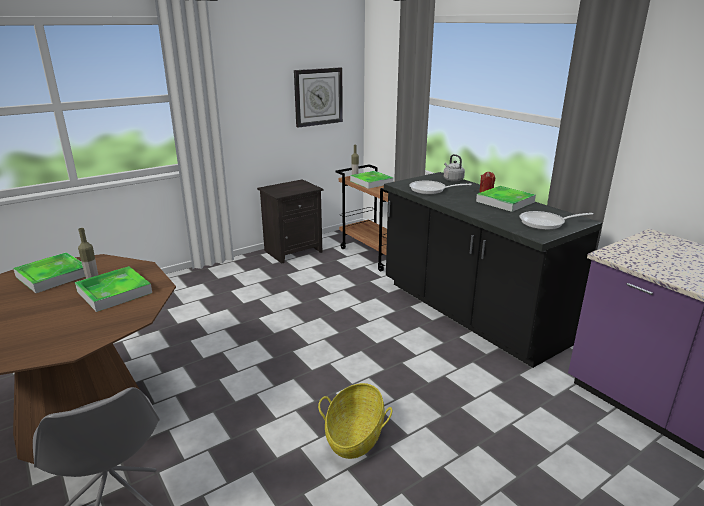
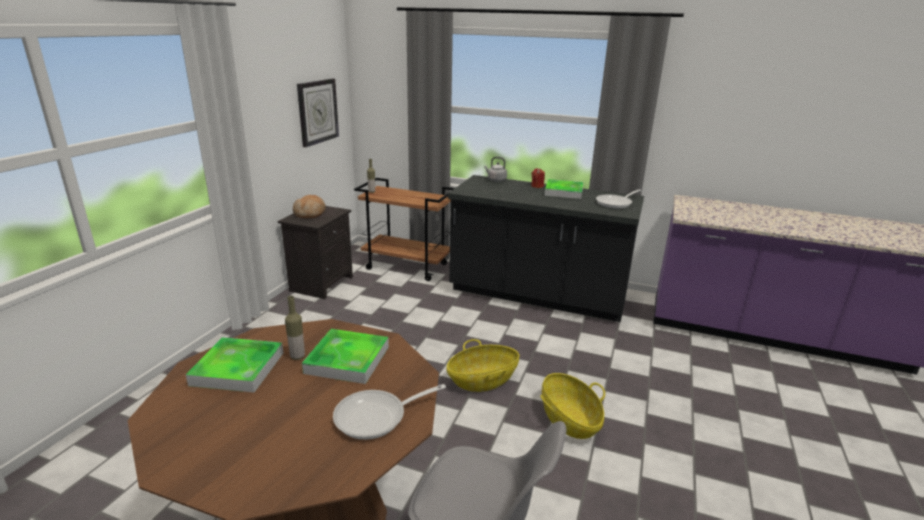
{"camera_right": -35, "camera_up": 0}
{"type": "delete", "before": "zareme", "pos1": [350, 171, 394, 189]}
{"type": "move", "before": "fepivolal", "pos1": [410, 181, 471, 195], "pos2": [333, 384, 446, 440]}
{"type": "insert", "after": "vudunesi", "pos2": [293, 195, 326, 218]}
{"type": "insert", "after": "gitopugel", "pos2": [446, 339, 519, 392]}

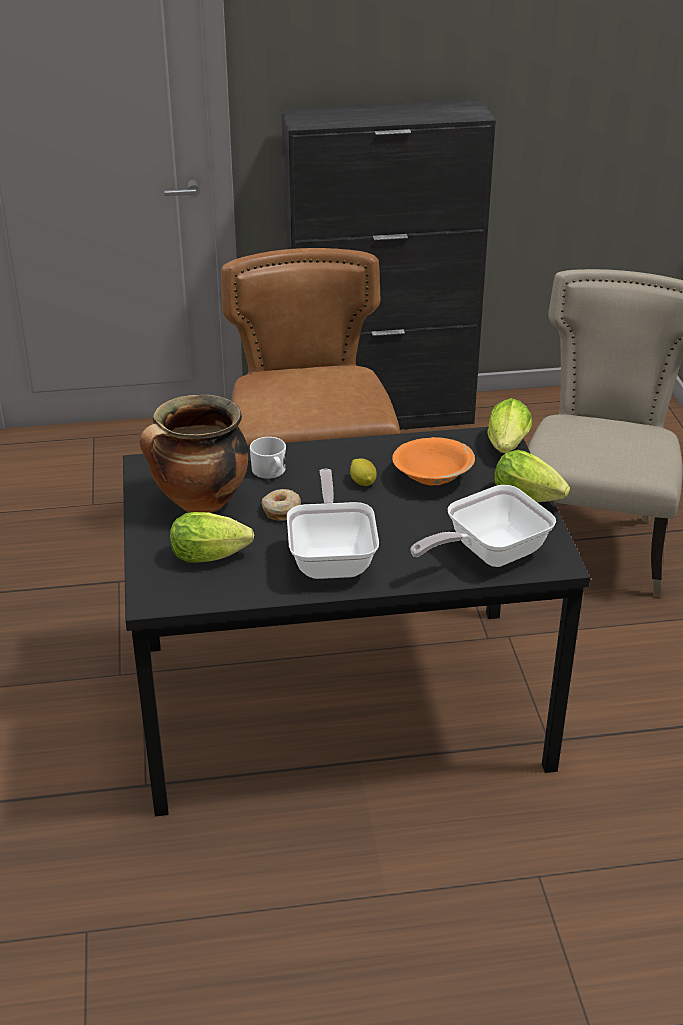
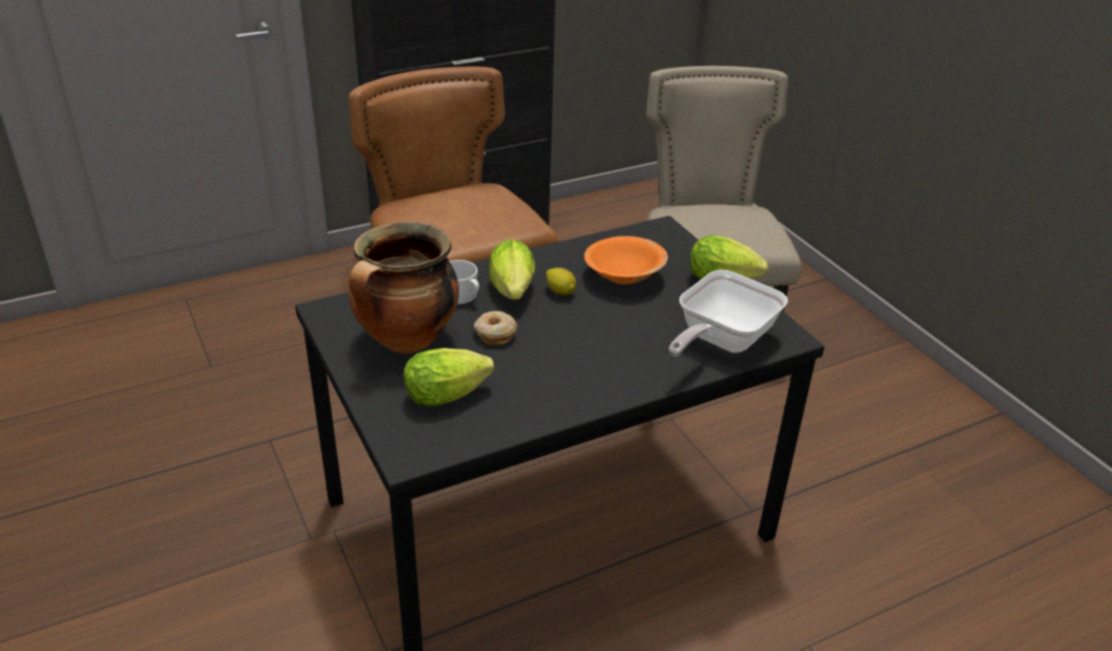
{"camera_right": -20, "camera_up": 0}
{"type": "delete", "before": "fepivolal", "pos1": [287, 469, 379, 579]}
{"type": "move", "before": "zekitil", "pos1": [487, 398, 532, 453], "pos2": [489, 239, 535, 300]}

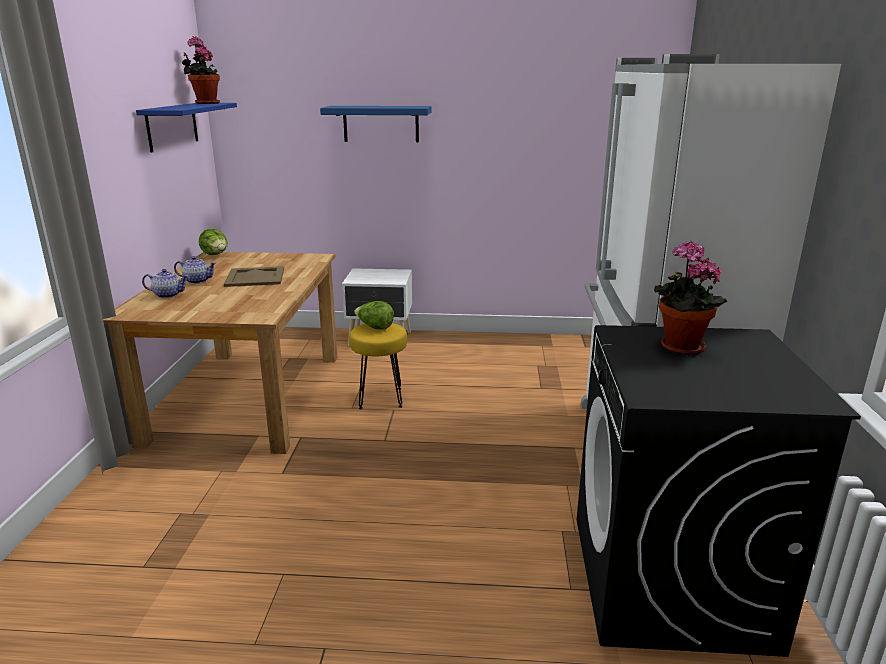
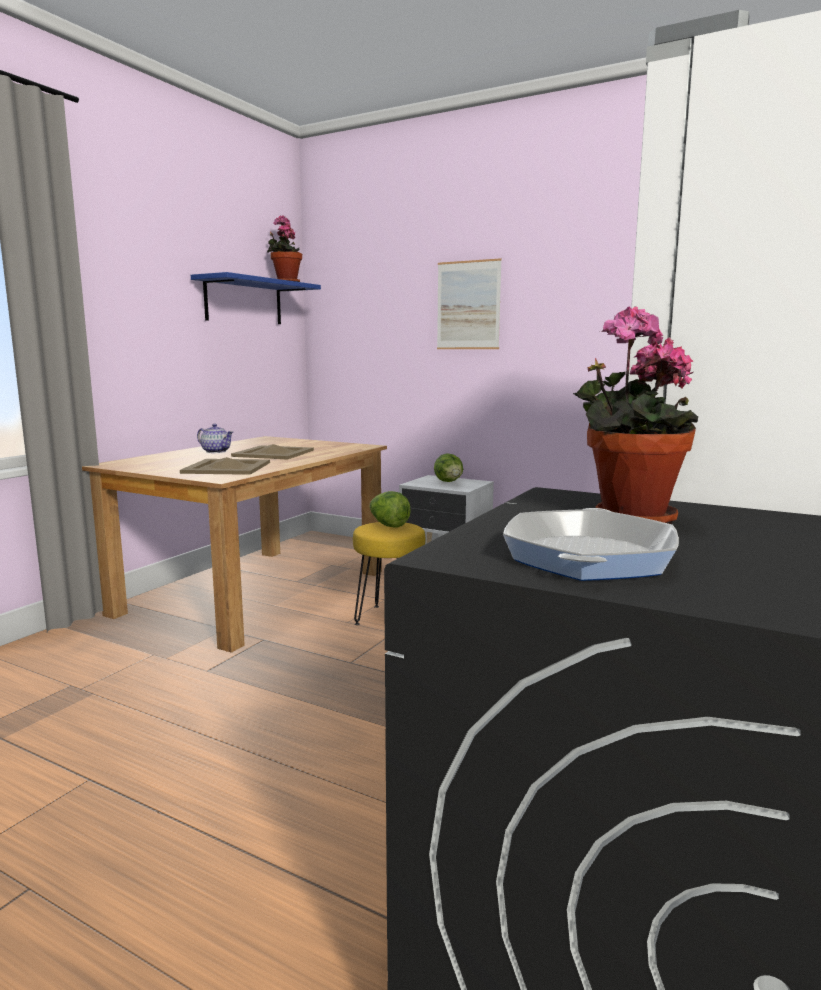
{"camera_right": 25, "camera_up": -10}
{"type": "delete", "before": "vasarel", "pos1": [142, 269, 188, 298]}
{"type": "move", "before": "zekitil", "pos1": [199, 229, 228, 255], "pos2": [434, 453, 463, 482]}
{"type": "replace", "before": "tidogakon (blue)", "after": "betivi", "pos1": [320, 106, 431, 142], "pos2": [437, 258, 502, 349]}
{"type": "insert", "after": "zareme (beige)", "pos2": [180, 457, 270, 475]}
{"type": "insert", "after": "fepivolal", "pos2": [503, 508, 679, 581]}

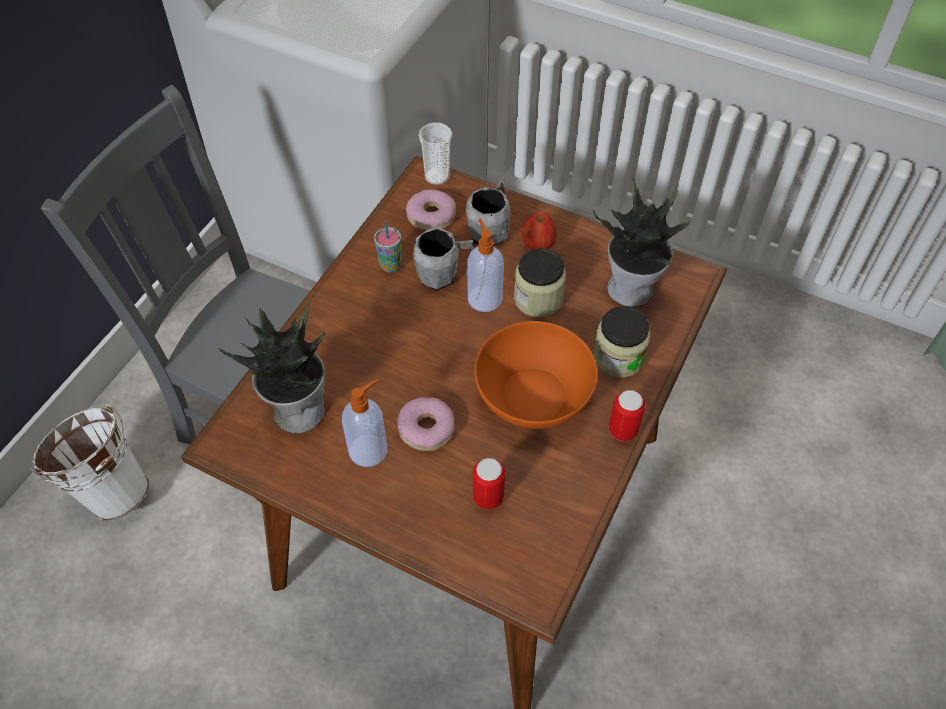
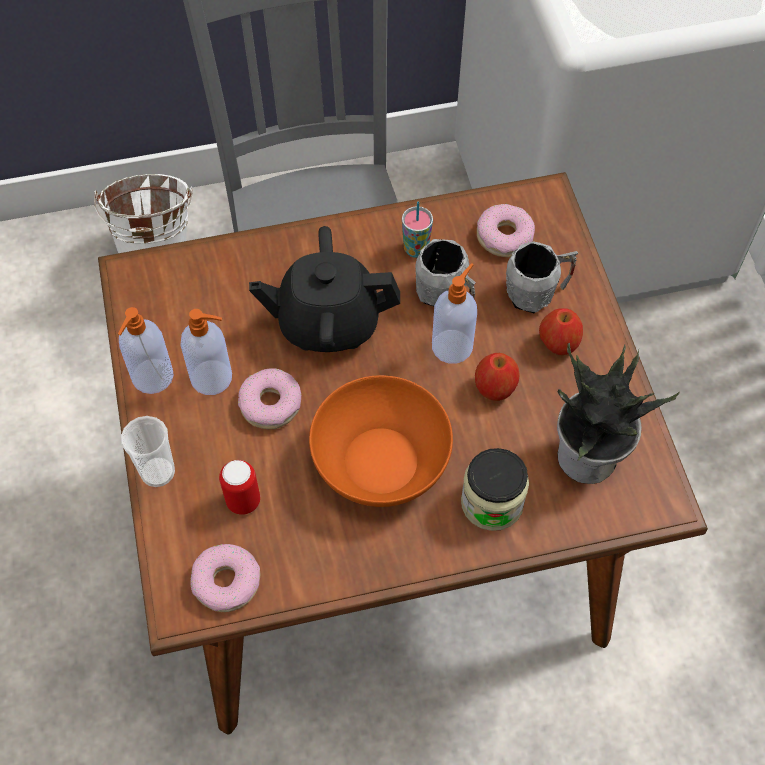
{"camera_right": 50, "camera_up": 5}
{"type": "delete", "before": "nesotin", "pos1": [218, 298, 325, 434]}
{"type": "move", "before": "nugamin", "pos1": [419, 122, 452, 185], "pos2": [121, 416, 175, 487]}
{"type": "replace", "before": "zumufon", "after": "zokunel", "pos1": [514, 248, 566, 317], "pos2": [475, 353, 520, 401]}
{"type": "delete", "before": "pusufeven", "pos1": [609, 390, 645, 441]}
{"type": "insert", "after": "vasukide", "pos2": [118, 307, 174, 394]}
{"type": "insert", "after": "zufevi", "pos2": [190, 544, 260, 612]}
{"type": "insert", "after": "vasarel (black)", "pos2": [249, 226, 400, 352]}

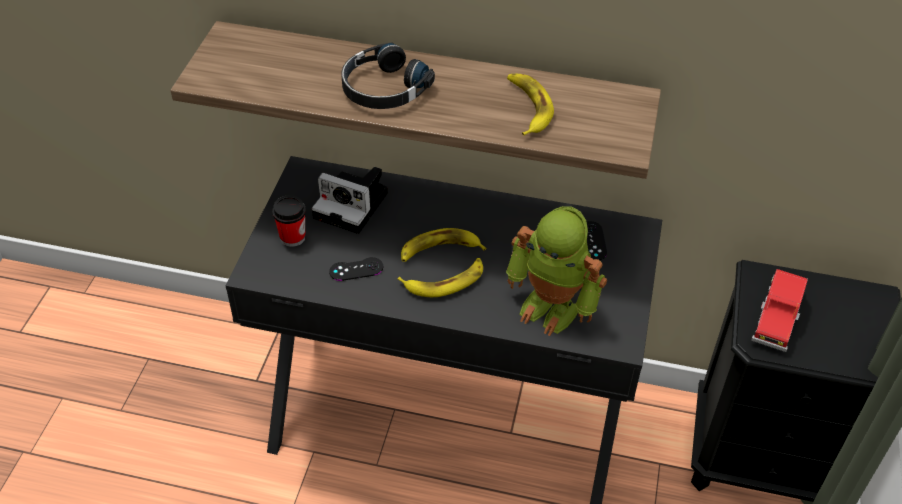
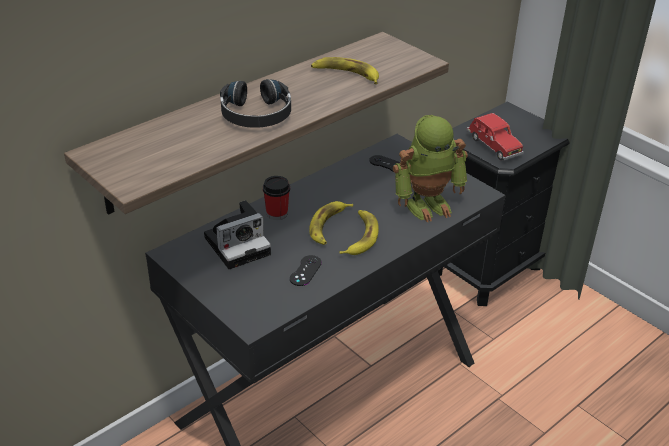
{"camera_right": -55, "camera_up": -10}
{"type": "move", "before": "nugamin", "pos1": [272, 195, 306, 247], "pos2": [263, 176, 290, 220]}

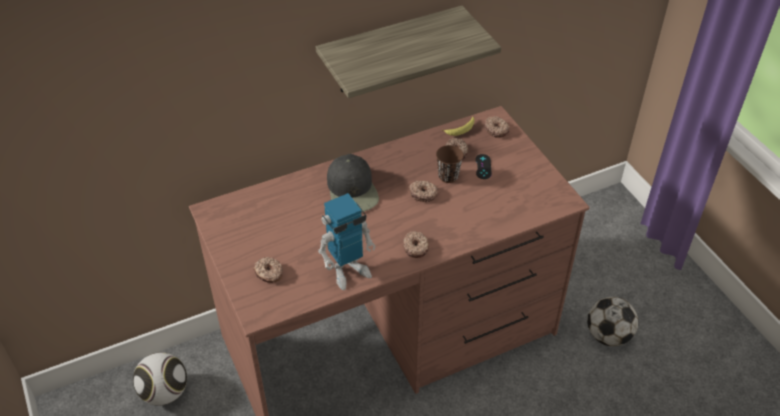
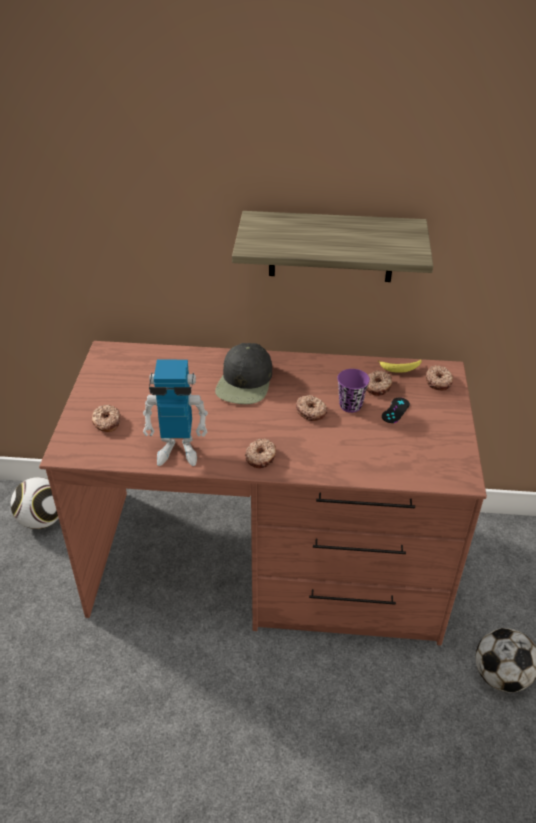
{"camera_right": 30, "camera_up": -5}
{"type": "recolor", "before": "nugamin (brown)", "after": "nugamin (purple)", "pos1": [436, 145, 464, 183], "pos2": [337, 369, 370, 413]}

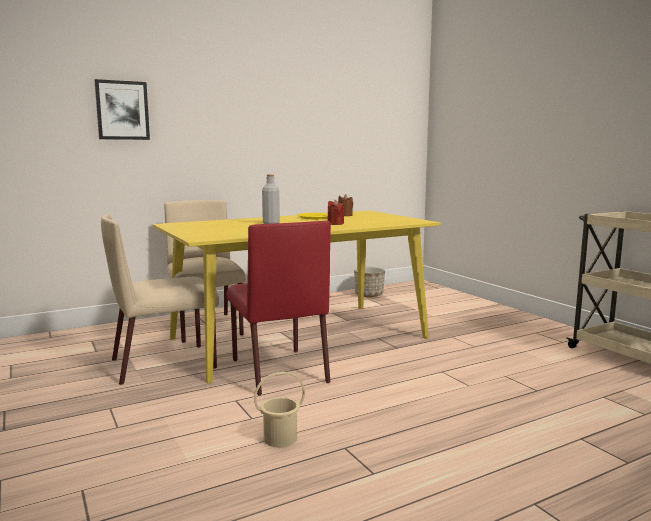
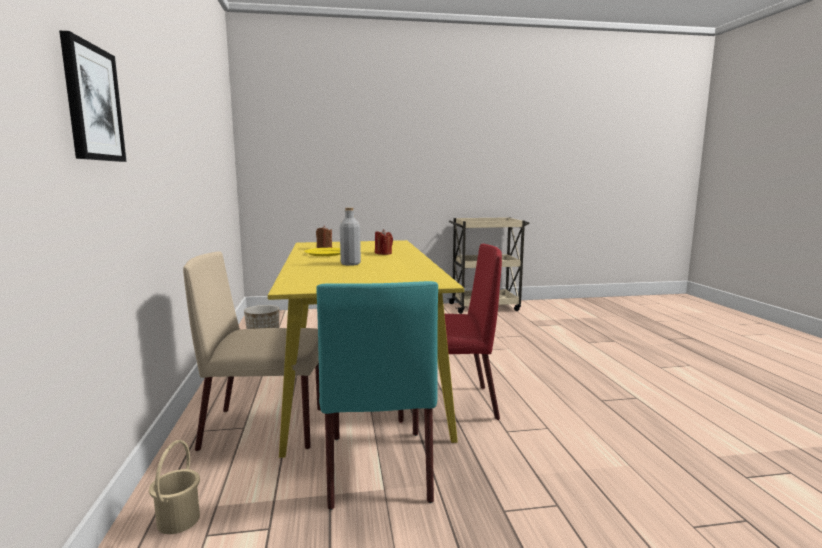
{"camera_right": -70, "camera_up": 0}
{"type": "recolor", "before": "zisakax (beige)", "after": "zisakax (turquoise)", "pos1": [101, 214, 219, 385], "pos2": [316, 281, 438, 510]}
{"type": "move", "before": "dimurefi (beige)", "pos1": [254, 372, 305, 447], "pos2": [149, 440, 200, 534]}

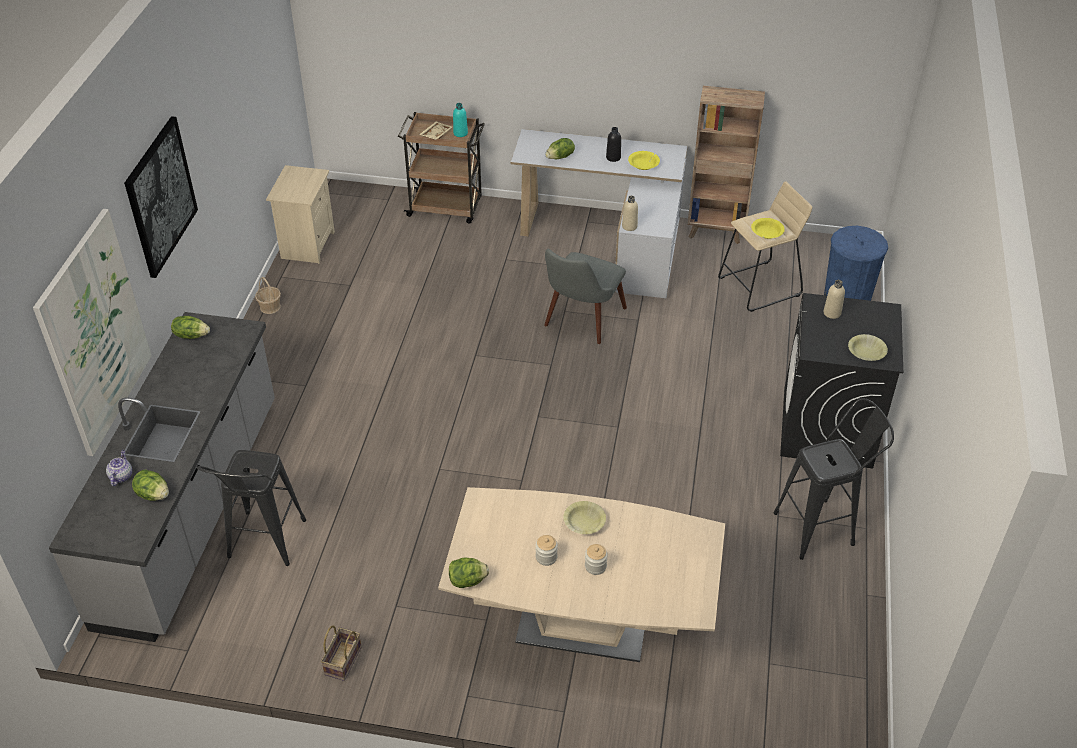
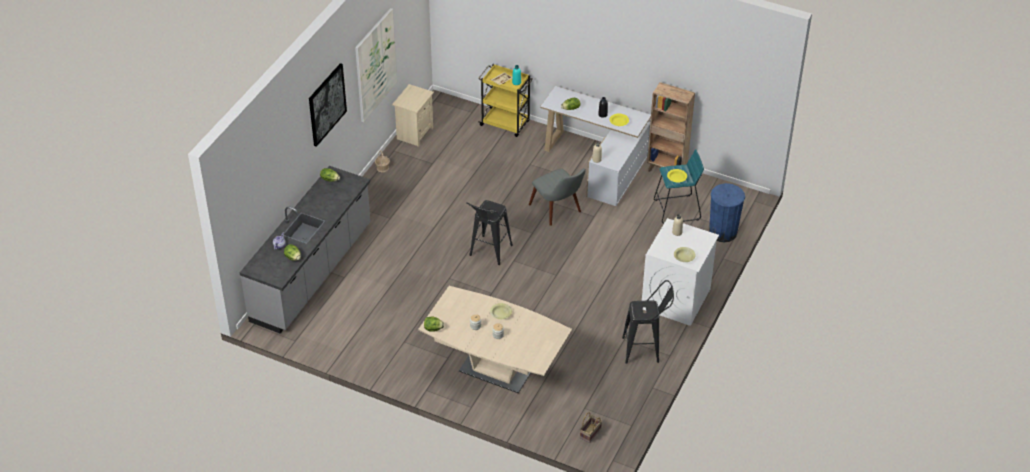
{"camera_right": 15, "camera_up": 0}
{"type": "move", "before": "betivi", "pos1": [33, 209, 152, 456], "pos2": [355, 8, 397, 122]}
{"type": "move", "before": "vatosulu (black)", "pos1": [197, 450, 306, 566], "pos2": [466, 200, 513, 265]}
{"type": "move", "before": "gitopugel", "pos1": [321, 625, 362, 681], "pos2": [580, 412, 602, 443]}
{"type": "recolor", "before": "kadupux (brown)", "after": "kadupux (yellow)", "pos1": [398, 112, 485, 223], "pos2": [478, 64, 533, 137]}
{"type": "rotate", "before": "zisakax (grey)", "pos1": [544, 249, 627, 344], "pos2": [529, 168, 586, 226], "turn": -75}
{"type": "recolor", "before": "vatosulu (beige)", "after": "vatosulu (turquoise)", "pos1": [718, 181, 812, 312], "pos2": [654, 149, 704, 223]}
{"type": "recolor", "before": "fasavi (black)", "after": "fasavi (white)", "pos1": [780, 293, 903, 469], "pos2": [642, 218, 719, 326]}

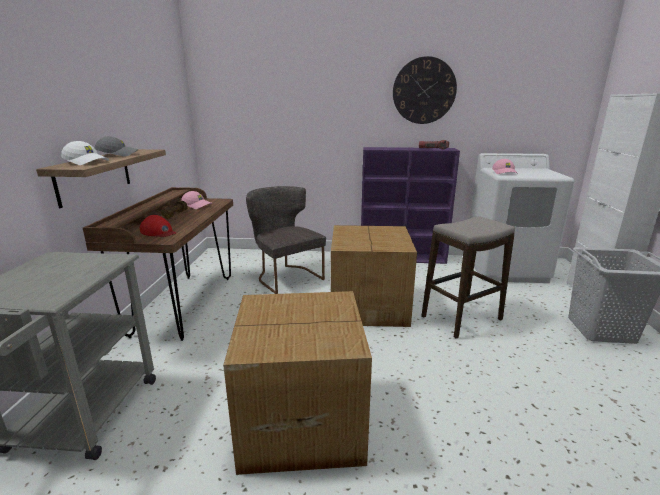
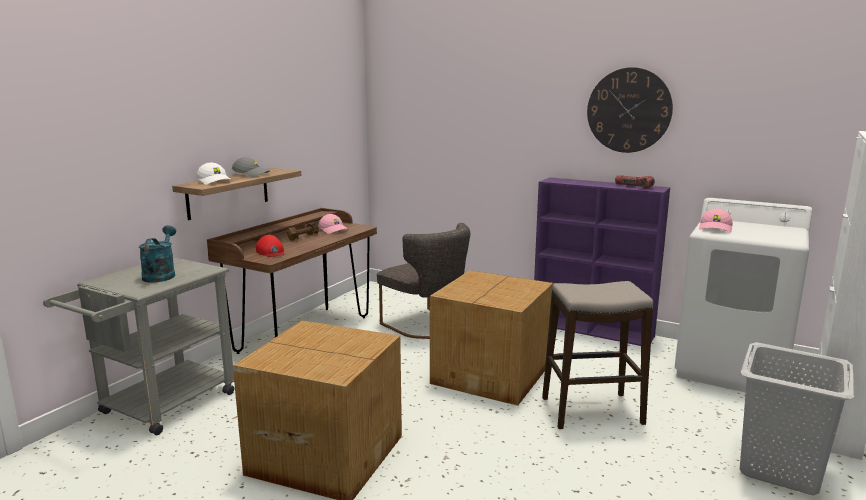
{"camera_right": 25, "camera_up": -5}
{"type": "rotate", "before": "zisakax (grey)", "pos1": [246, 186, 326, 294], "pos2": [377, 223, 470, 339], "turn": 150}
{"type": "insert", "after": "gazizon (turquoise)", "pos2": [139, 225, 176, 283]}

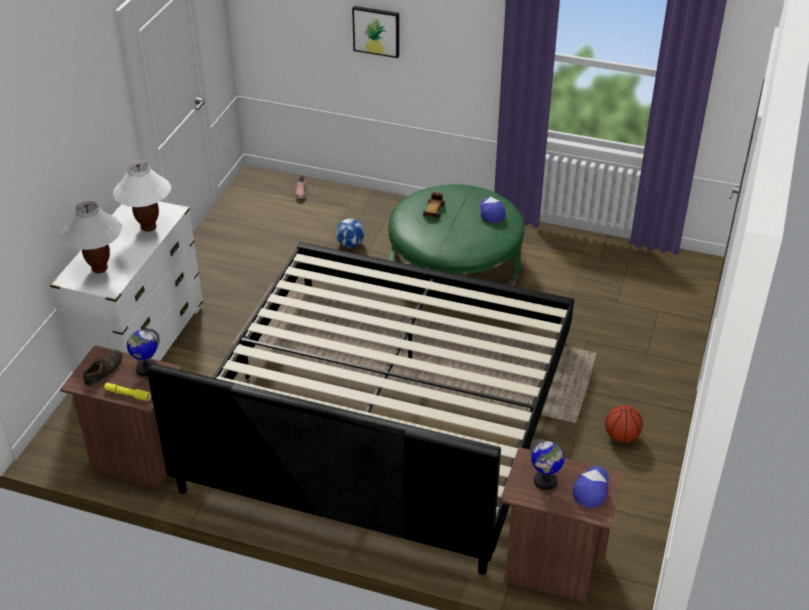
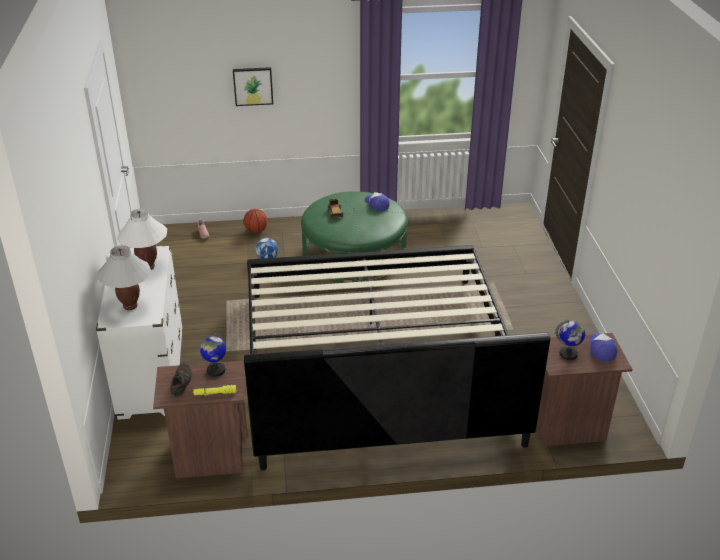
{"camera_right": -25, "camera_up": -5}
{"type": "move", "before": "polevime", "pos1": [605, 405, 643, 443], "pos2": [243, 209, 267, 233]}

